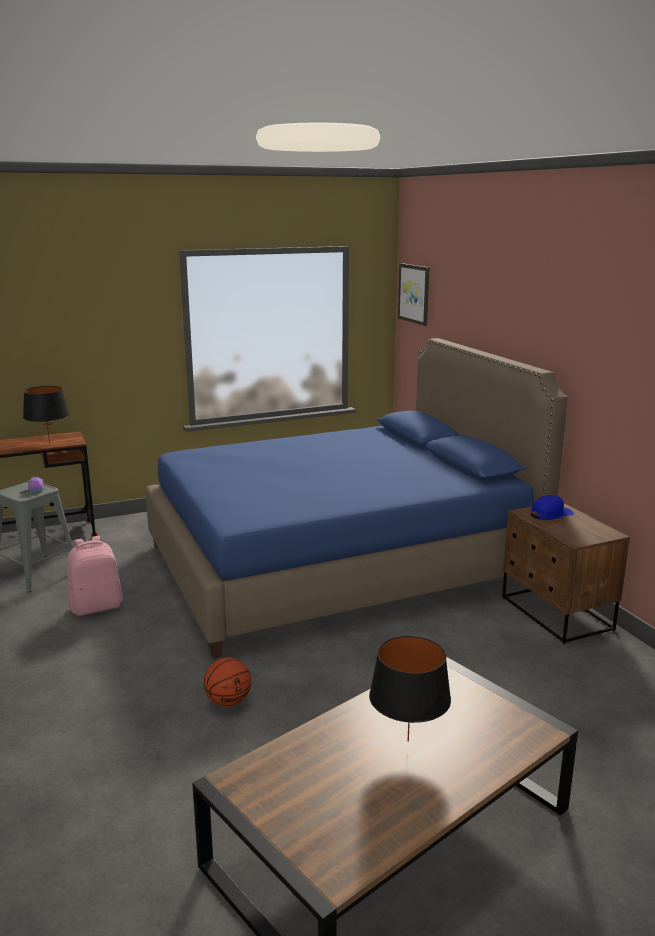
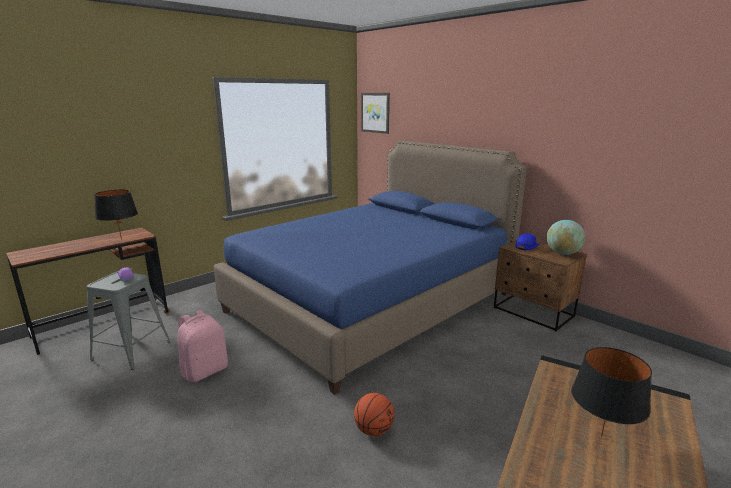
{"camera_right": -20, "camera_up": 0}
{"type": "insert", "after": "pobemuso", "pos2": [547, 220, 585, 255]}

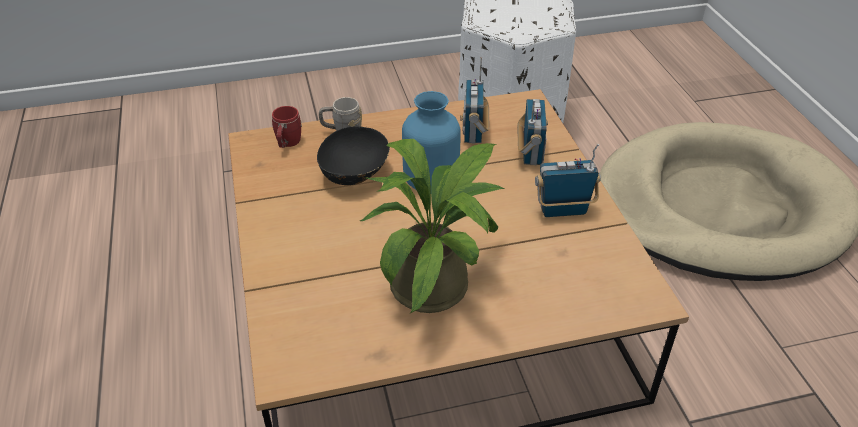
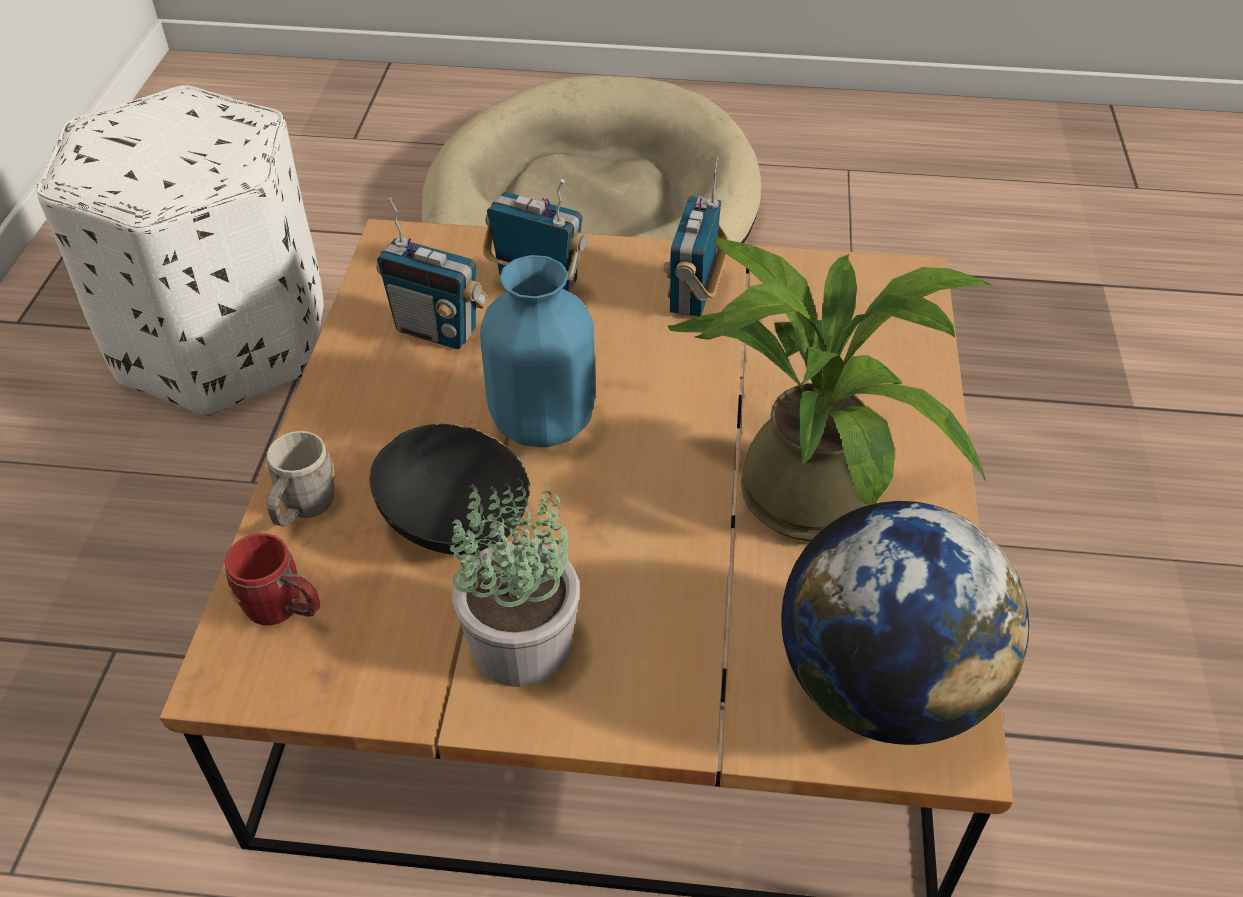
{"camera_right": -70, "camera_up": 5}
{"type": "insert", "after": "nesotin", "pos2": [450, 478, 580, 687]}
{"type": "insert", "after": "pobemuso", "pos2": [781, 501, 1029, 745]}

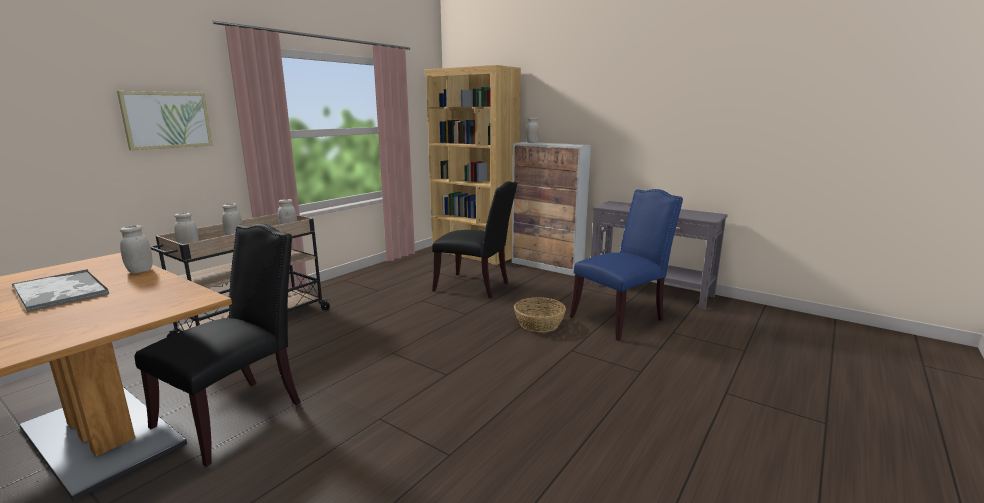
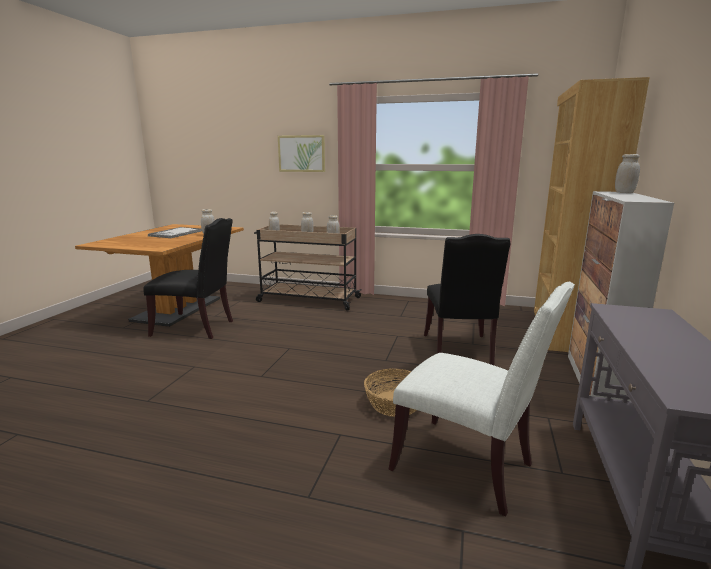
{"camera_right": 70, "camera_up": 0}
{"type": "recolor", "before": "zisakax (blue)", "after": "zisakax (white)", "pos1": [570, 189, 683, 341], "pos2": [388, 282, 575, 517]}

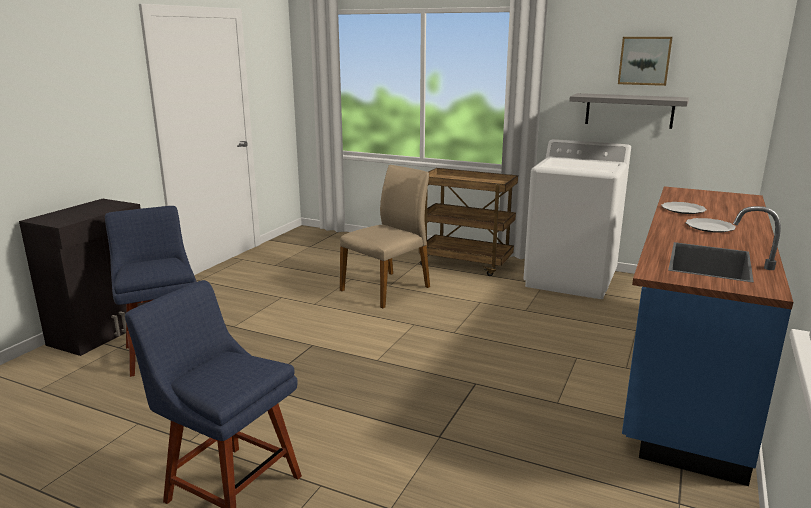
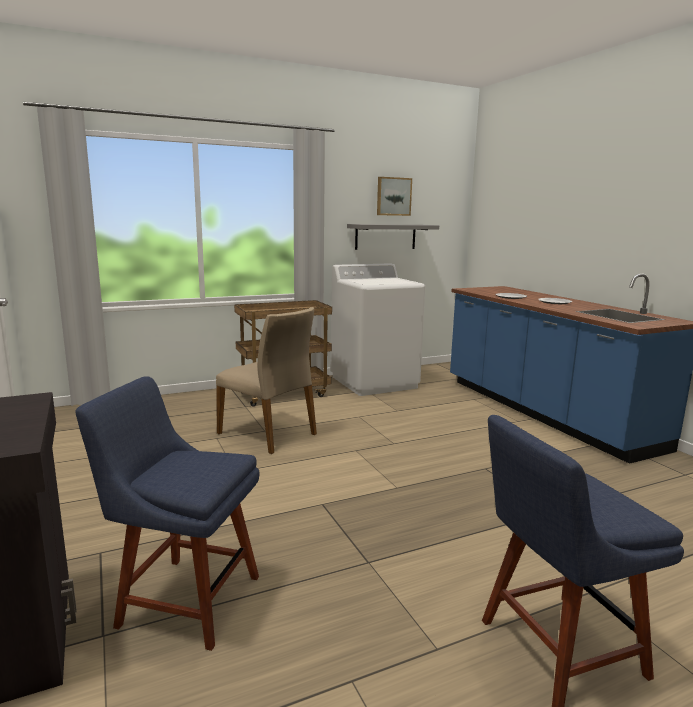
{"camera_right": -50, "camera_up": -5}
{"type": "rotate", "before": "zisakax (beige)", "pos1": [340, 165, 430, 308], "pos2": [216, 307, 317, 454], "turn": 135}

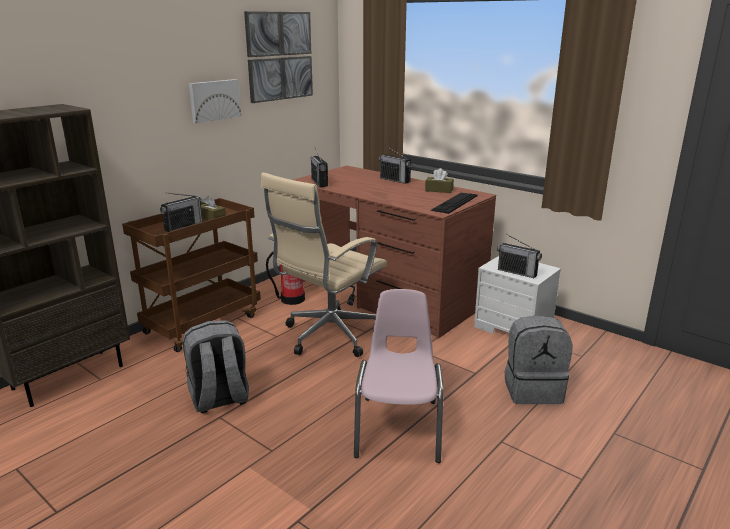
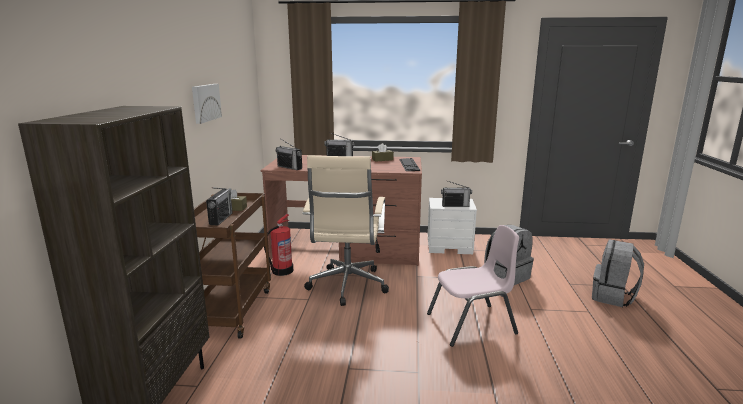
{"camera_right": -35, "camera_up": -5}
{"type": "move", "before": "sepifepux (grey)", "pos1": [183, 320, 249, 413], "pos2": [592, 239, 644, 307]}
{"type": "delete", "before": "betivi", "pos1": [244, 11, 313, 103]}
{"type": "rotate", "before": "zisakax (pink)", "pos1": [354, 289, 443, 463], "pos2": [427, 225, 519, 347], "turn": 105}

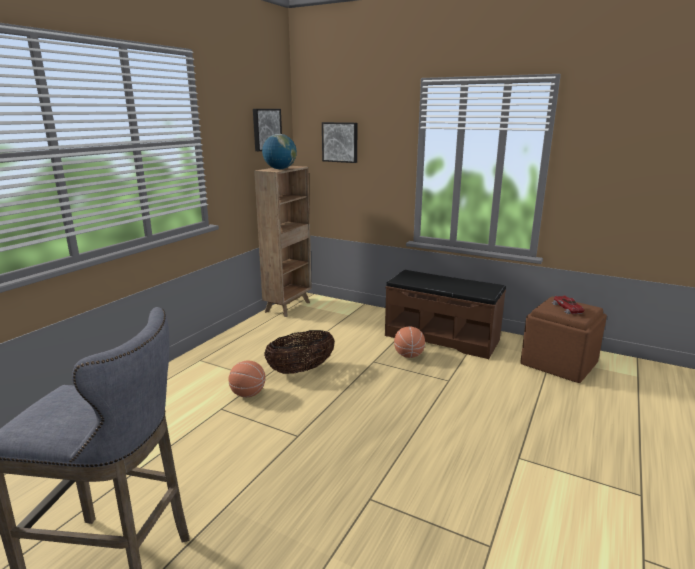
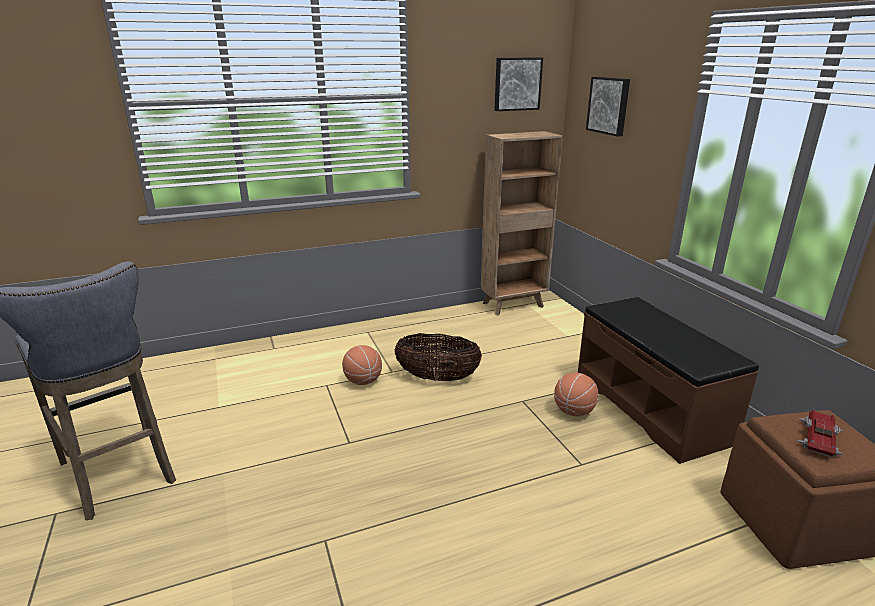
{"camera_right": 40, "camera_up": 5}
{"type": "delete", "before": "pobemuso", "pos1": [262, 134, 297, 169]}

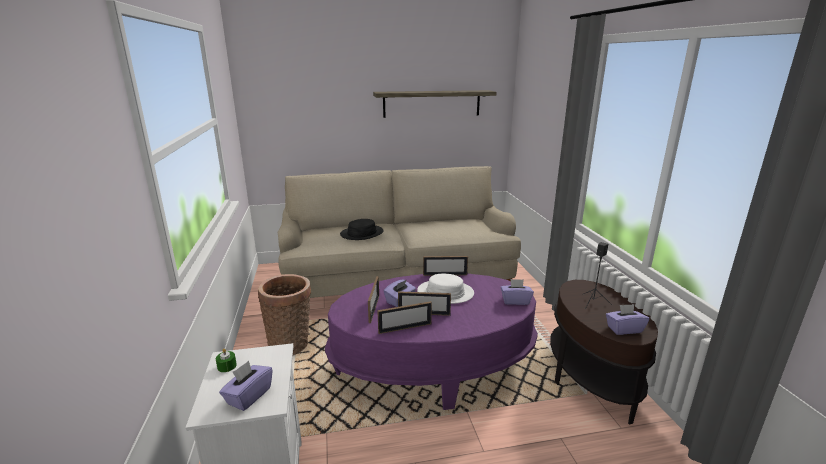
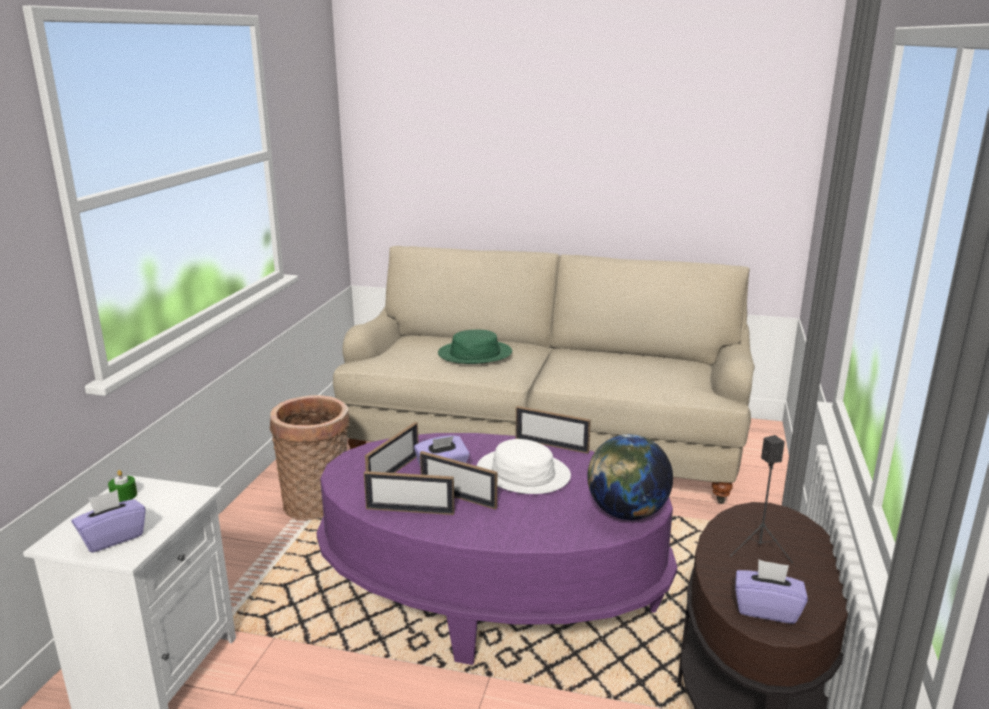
{"camera_right": 25, "camera_up": 0}
{"type": "recolor", "before": "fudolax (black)", "after": "fudolax (green)", "pos1": [340, 219, 384, 240], "pos2": [438, 330, 512, 364]}
{"type": "delete", "before": "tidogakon", "pos1": [373, 90, 497, 118]}
{"type": "replace", "before": "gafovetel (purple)", "after": "pobemuso", "pos1": [501, 279, 534, 305], "pos2": [587, 434, 673, 520]}

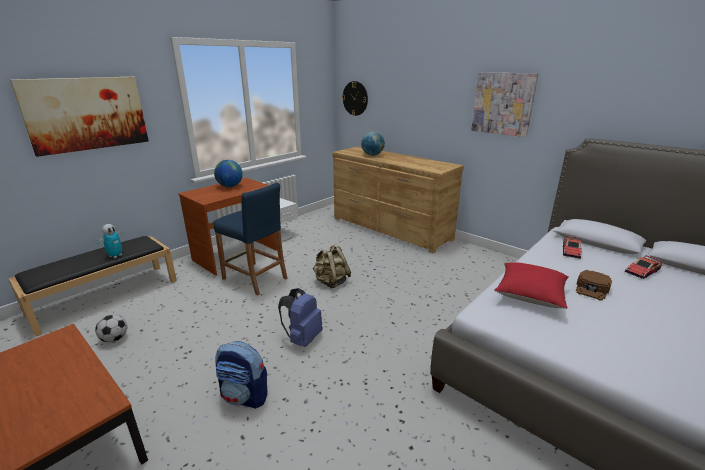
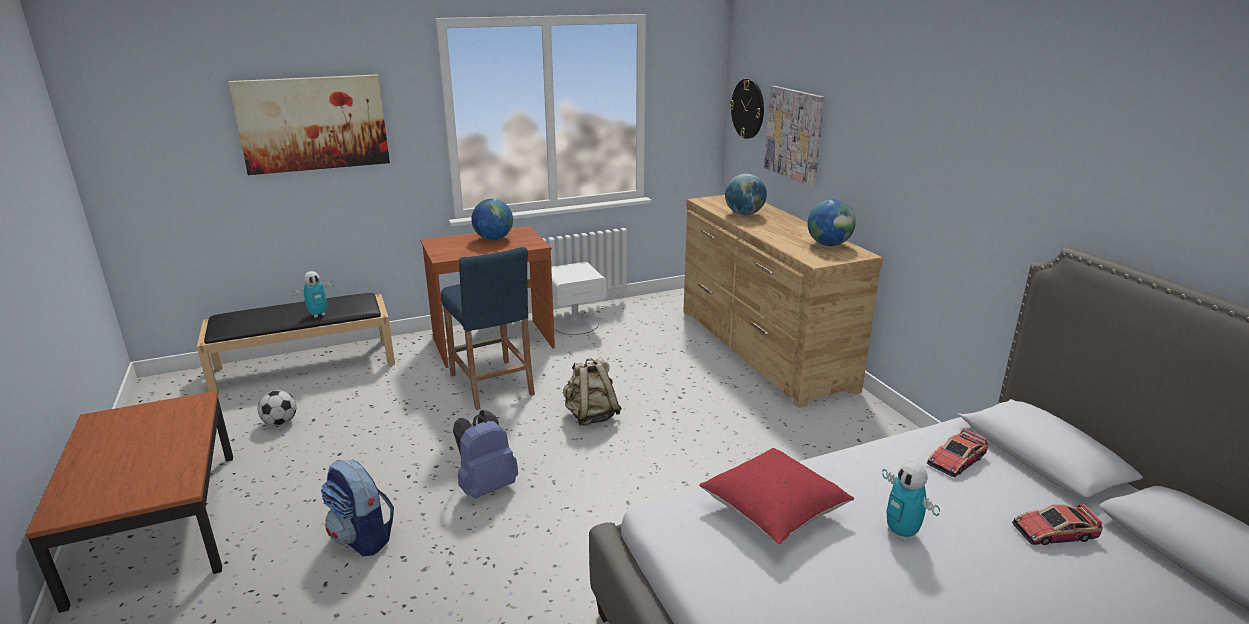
{"camera_right": 25, "camera_up": 0}
{"type": "move", "before": "betivi", "pos1": [471, 72, 538, 137], "pos2": [764, 86, 825, 186]}
{"type": "replace", "before": "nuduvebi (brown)", "after": "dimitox", "pos1": [576, 270, 612, 301], "pos2": [882, 461, 940, 541]}
{"type": "insert", "after": "pobemuso", "pos2": [808, 199, 856, 246]}

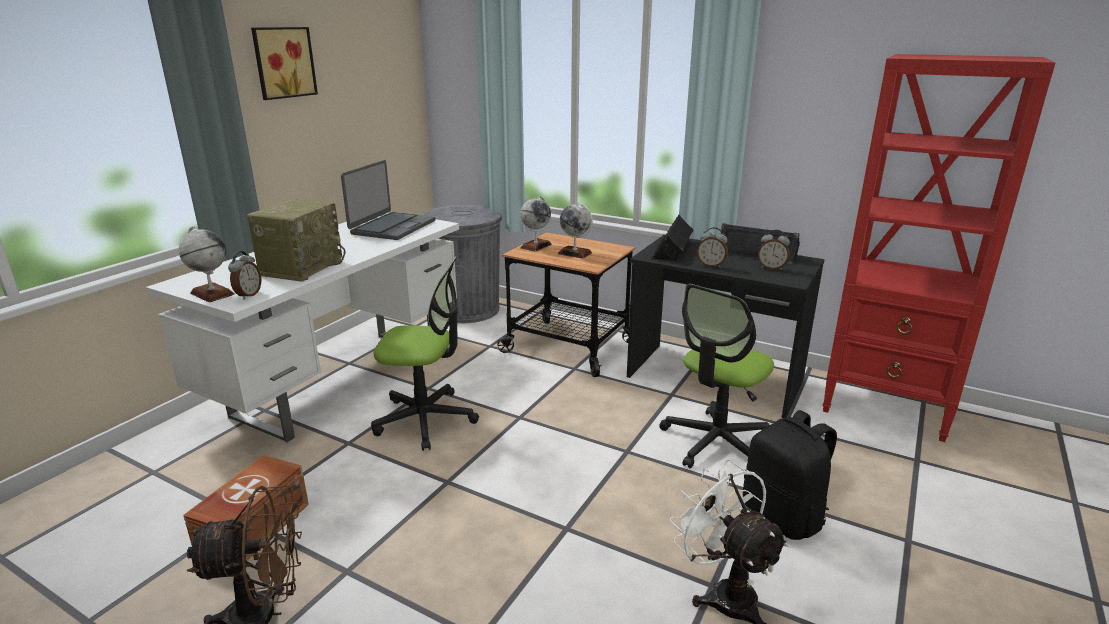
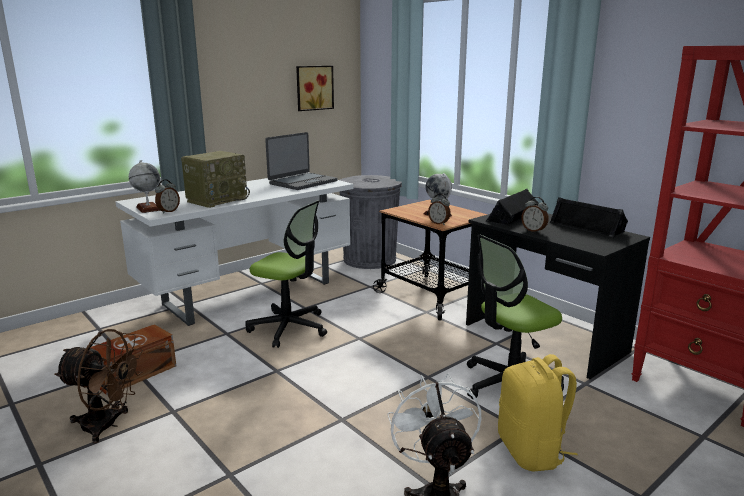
{"camera_right": 20, "camera_up": -5}
{"type": "move", "before": "betivi", "pos1": [251, 27, 318, 100], "pos2": [296, 66, 334, 111]}
{"type": "delete", "before": "pobemuso", "pos1": [520, 196, 552, 252]}
{"type": "recolor", "before": "sepifepux (black)", "after": "sepifepux (yellow)", "pos1": [743, 410, 837, 540], "pos2": [498, 354, 578, 472]}
{"type": "move", "before": "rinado", "pos1": [758, 230, 790, 270], "pos2": [428, 194, 451, 225]}

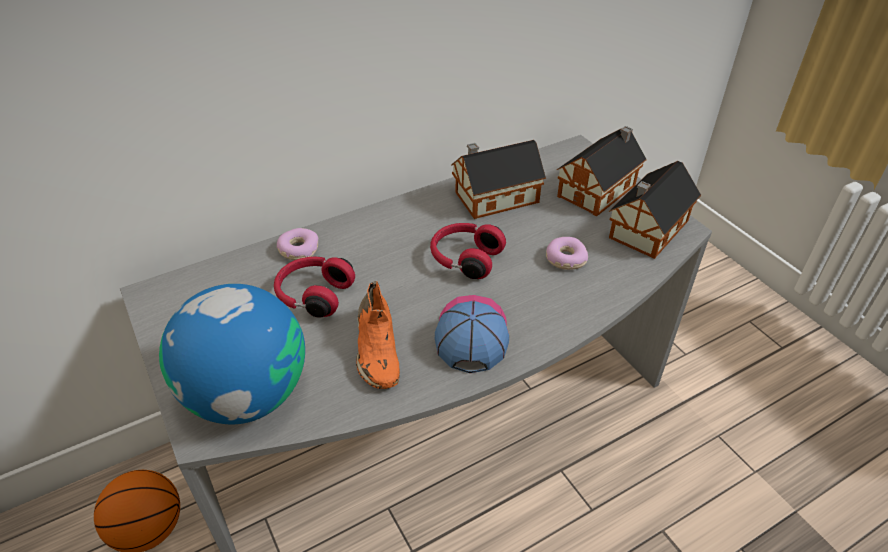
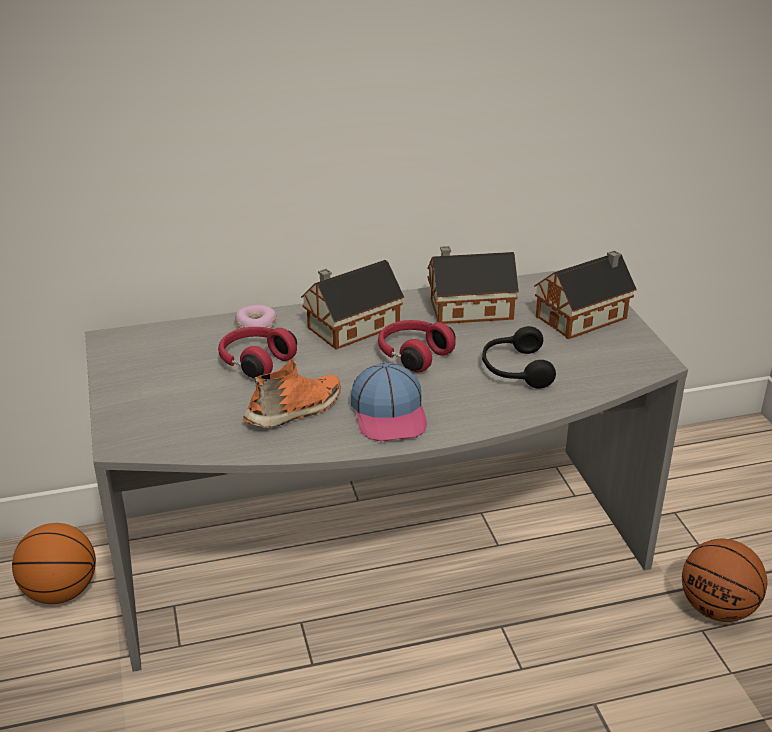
{"camera_right": 15, "camera_up": -10}
{"type": "delete", "before": "pobemuso", "pos1": [159, 284, 305, 424]}
{"type": "rotate", "before": "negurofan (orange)", "pos1": [356, 281, 400, 389], "pos2": [243, 359, 341, 427], "turn": -135}
{"type": "rotate", "before": "nuduvebi", "pos1": [435, 295, 509, 373], "pos2": [351, 363, 427, 441], "turn": 150}
{"type": "replace", "before": "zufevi", "after": "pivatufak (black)", "pos1": [546, 237, 588, 270], "pos2": [482, 326, 556, 389]}
{"type": "move", "before": "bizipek", "pos1": [609, 161, 701, 259], "pos2": [301, 260, 404, 350]}
{"type": "insert", "after": "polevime", "pos2": [682, 539, 768, 622]}

